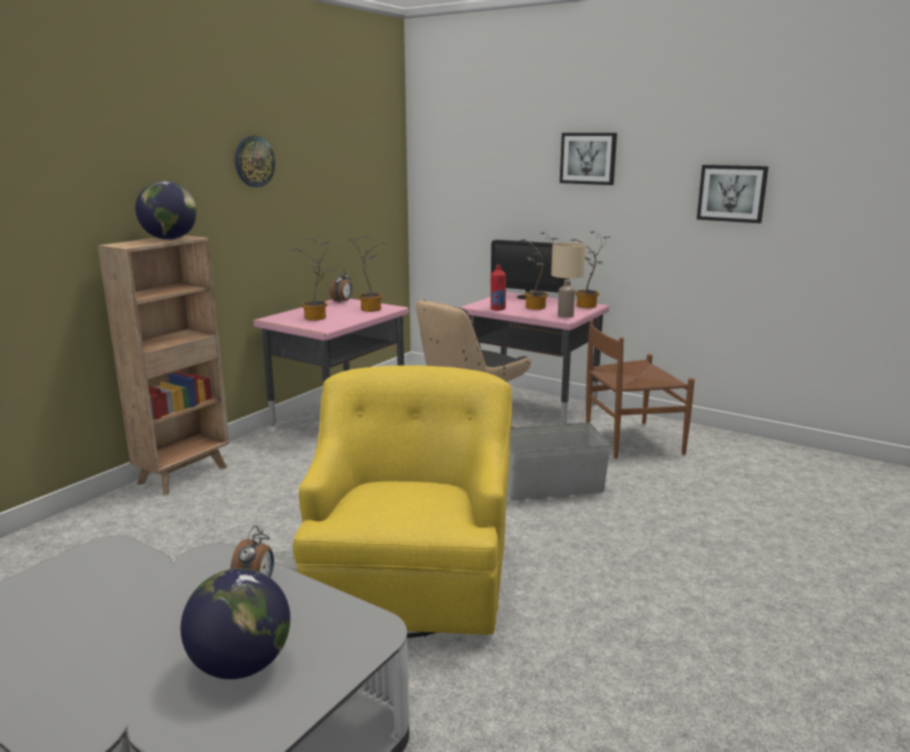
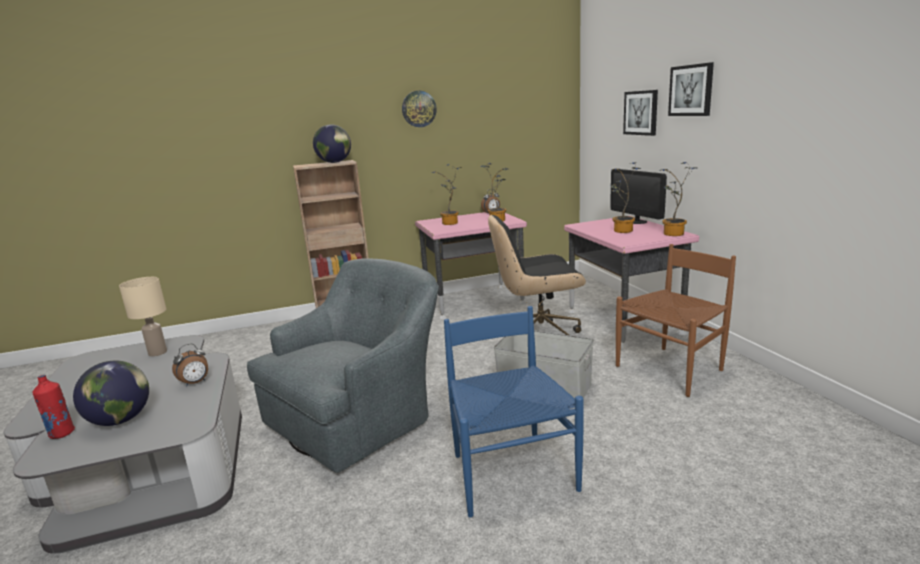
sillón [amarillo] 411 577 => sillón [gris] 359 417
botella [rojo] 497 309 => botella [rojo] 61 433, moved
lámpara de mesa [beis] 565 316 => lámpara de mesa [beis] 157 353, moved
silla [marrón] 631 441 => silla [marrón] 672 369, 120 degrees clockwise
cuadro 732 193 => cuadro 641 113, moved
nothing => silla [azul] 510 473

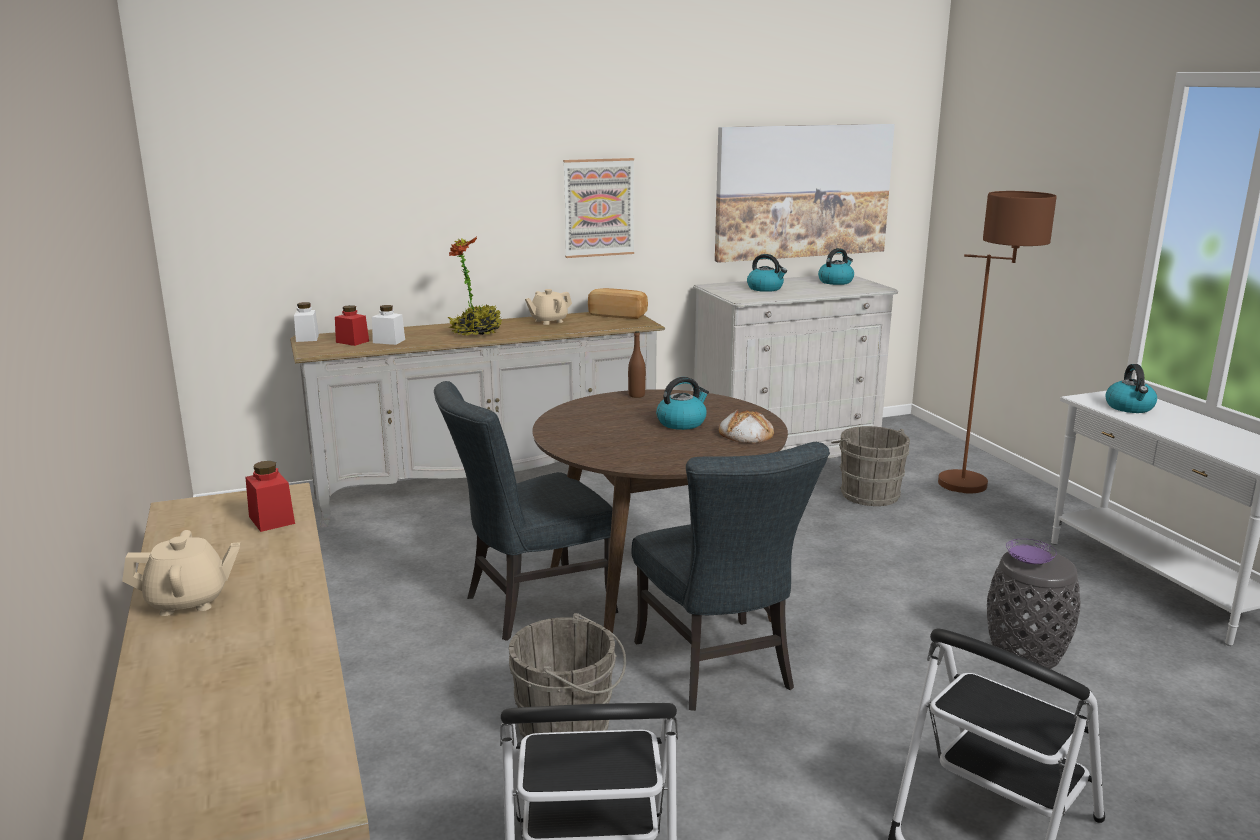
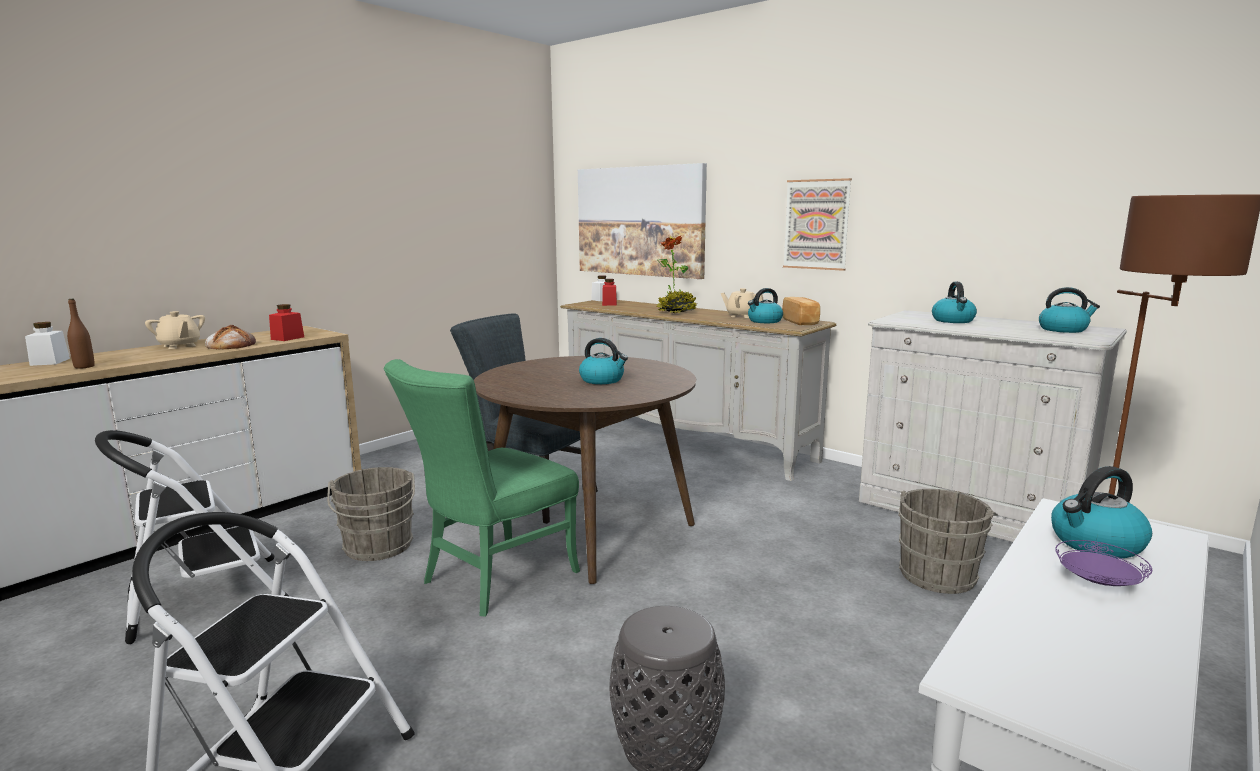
tarro [blanco] 389 341 => tarro [blanco] 50 362, moved
botella [marrón] 636 395 => botella [marrón] 84 366, moved
silla [gris] 719 669 => silla [verde] 492 579
cuadro 803 191 => cuadro 640 221, moved
pan 745 434 => pan 231 345, moved
plato [morado] 1029 563 => plato [morado] 1098 583, moved
nothing => hervidor 764 321

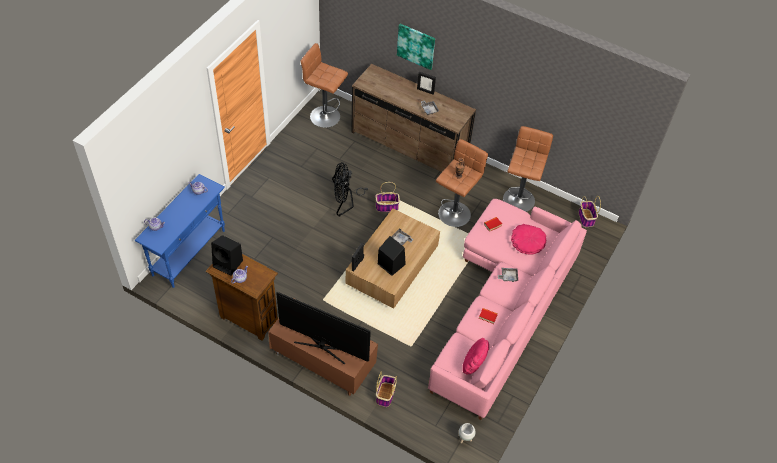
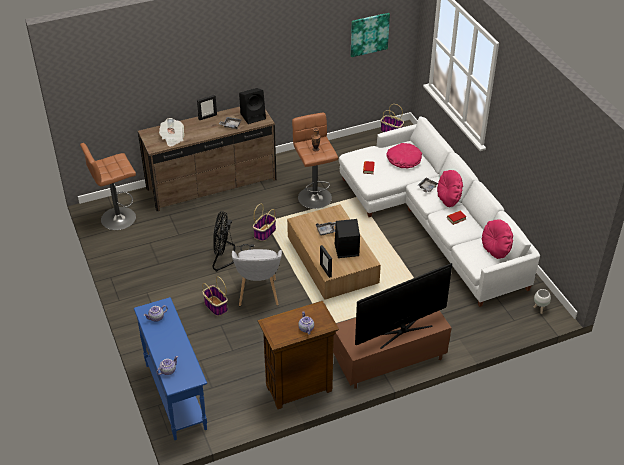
altavoz [negro] 228 264 => altavoz [negro] 253 116, moved
ventilador [negro] 345 198 => ventilador [negro] 227 253, 60 degrees clockwise
cesta 385 394 => cesta 215 306, moved
cuadro 416 46 => cuadro 369 34, moved
sofá [rosa] 503 306 => sofá [blanco] 433 220
taburete [marrón] 519 199 => nothing
nothing => periódico 172 138
nothing => sillón [gris] 258 294
nothing => cojín [rosa] 448 200

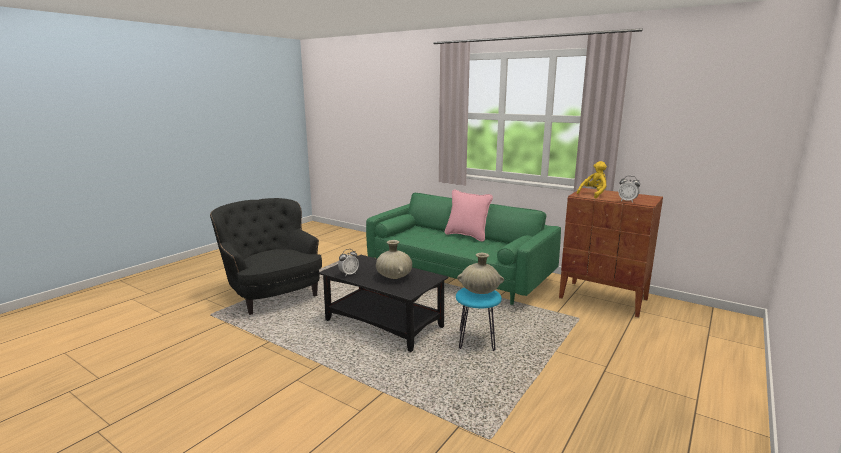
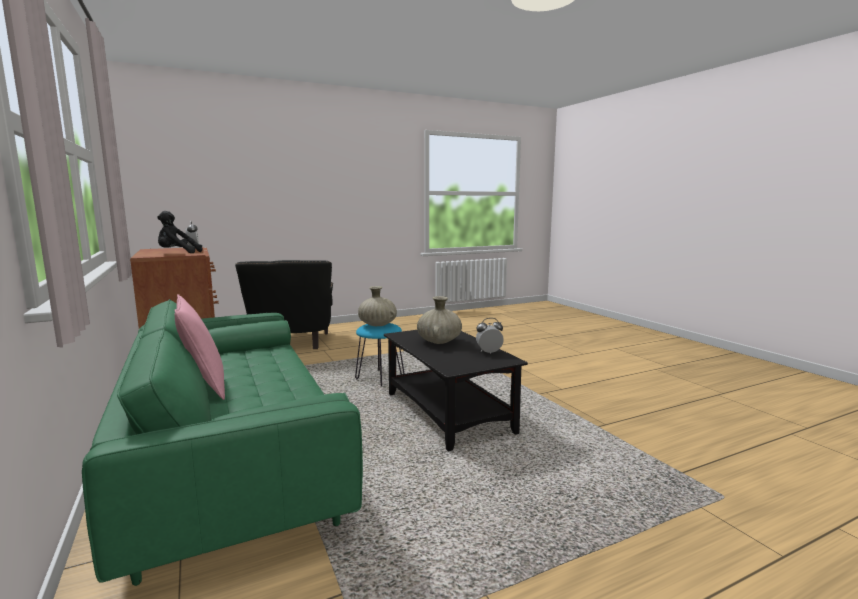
sillón [negro] 272 294 => sillón [negro] 292 343, moved
peluche [amarillo] 593 194 => peluche [negro] 177 253

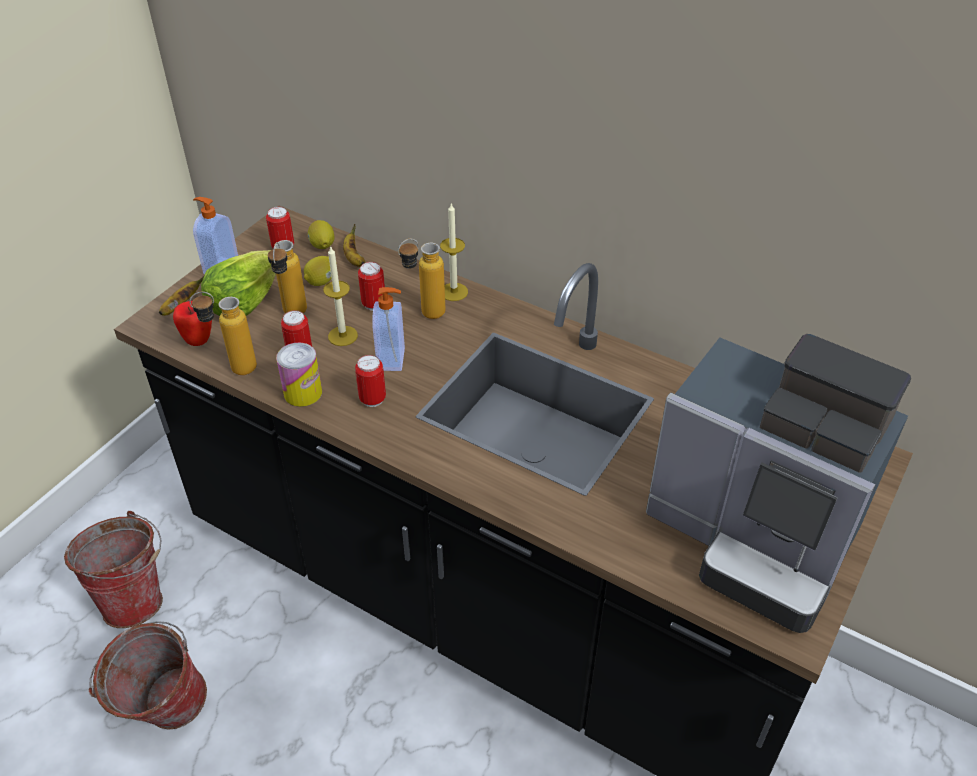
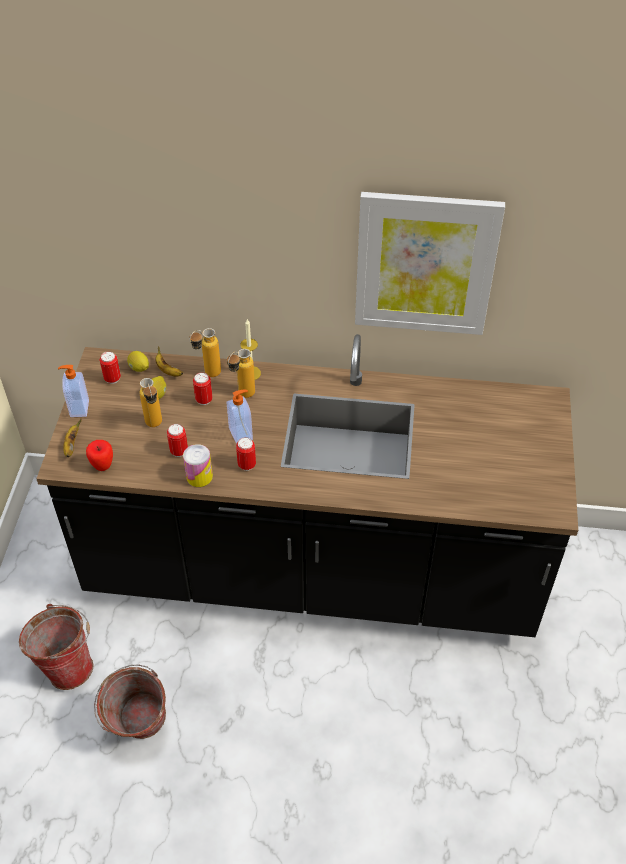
botella 233 370 => botella 207 375, moved
lechuga 245 300 => nothing
vela 343 336 => nothing
cafetera 754 538 => nothing
nothing => cuadro 425 264

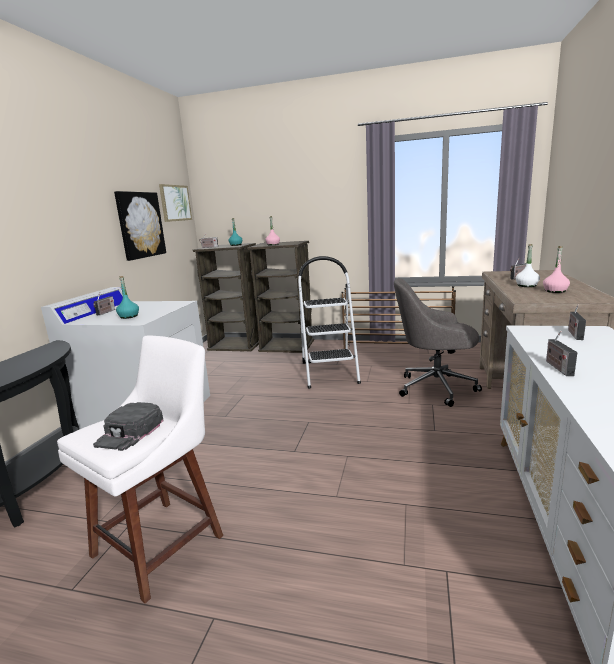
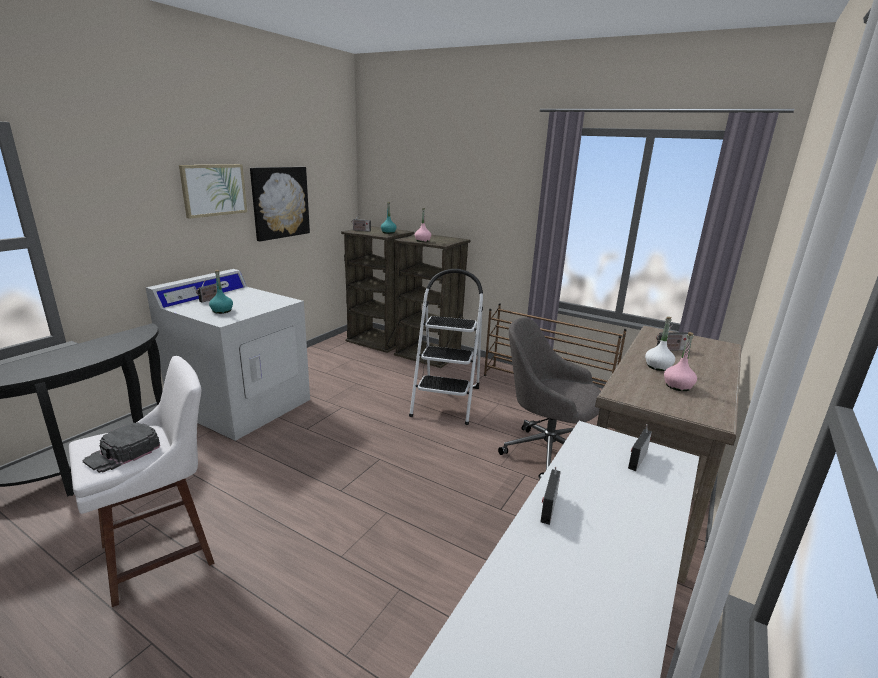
cuadro 175 203 => cuadro 214 190, moved

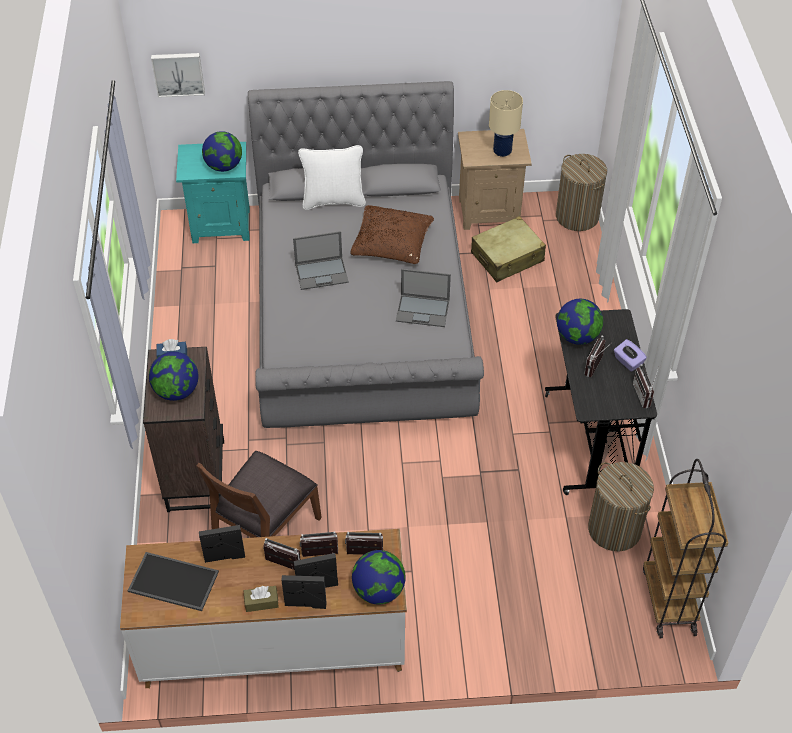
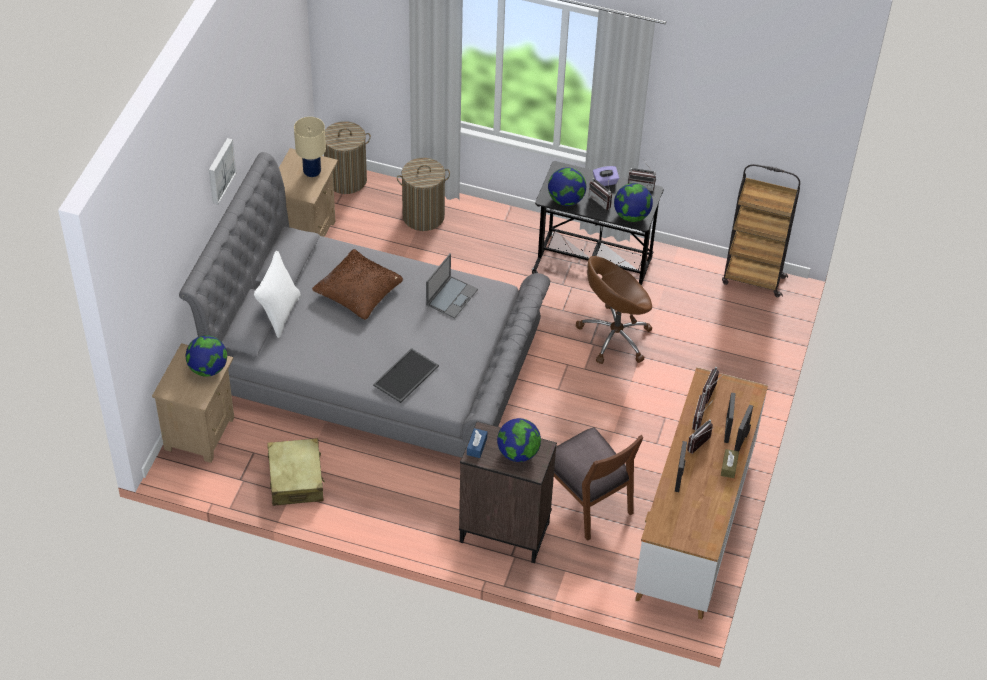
bandeja 172 582 => bandeja 406 376, moved
cuadro 178 73 => cuadro 220 170, moved
mesita de noche [turquesa] 222 226 => mesita de noche [beis] 201 433
portátil 322 273 => nothing
globo terráqueo 379 590 => globo terráqueo 631 215, moved
maleta [beis] 507 257 => maleta [beis] 296 479, moved
cesto de la ropa 614 529 => cesto de la ropa 423 216, moved
nothing => silla de oficina [marrón] 613 337

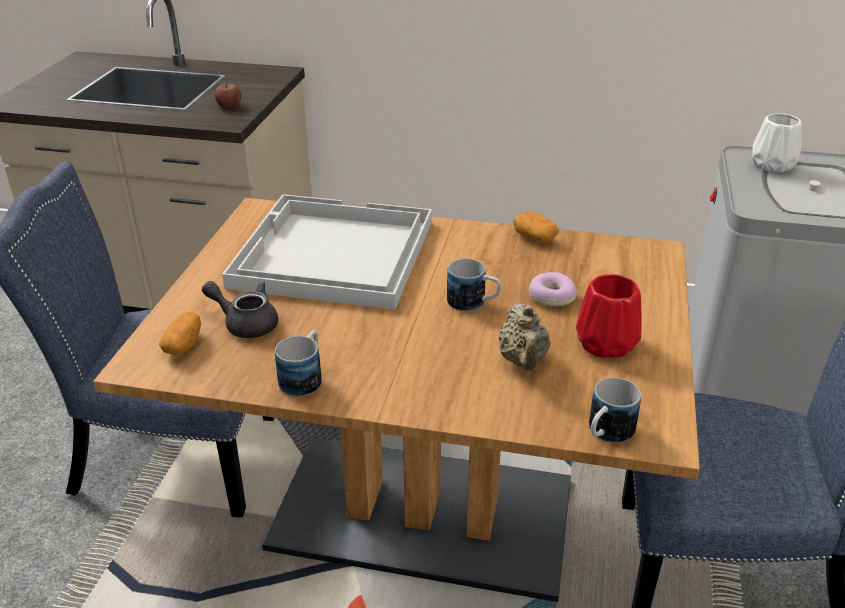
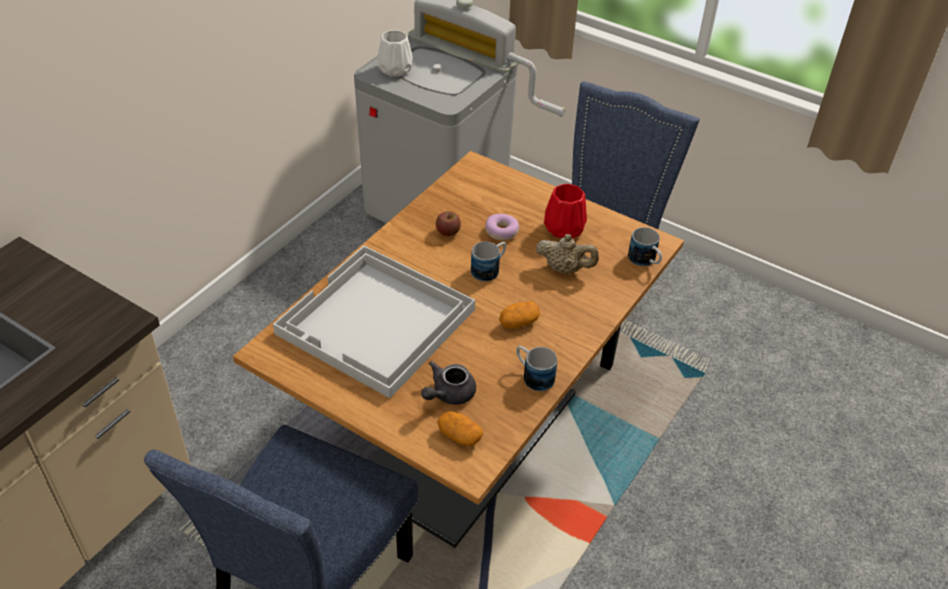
manzana 229 106 => manzana 448 232, moved
patata 534 238 => patata 518 322, moved

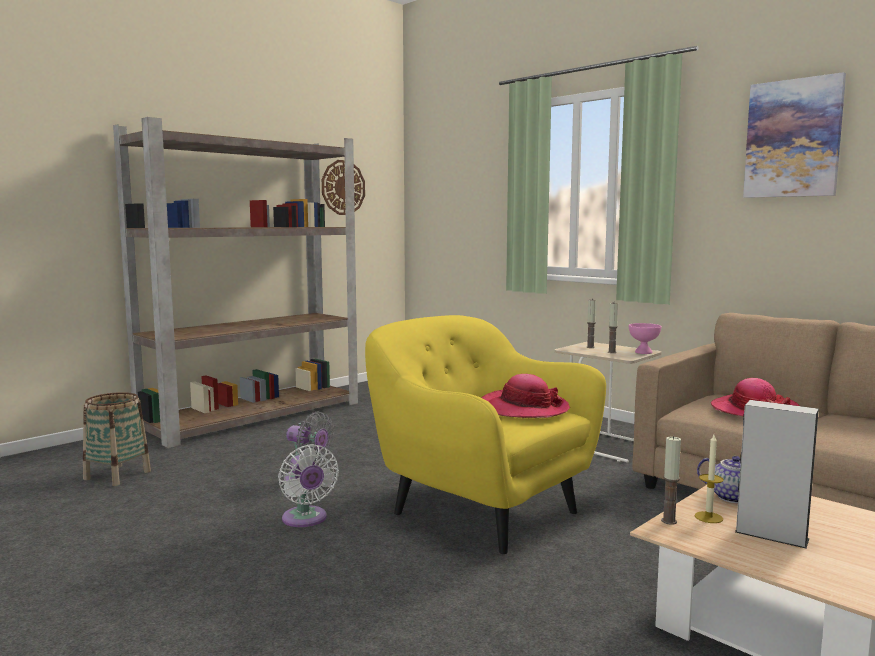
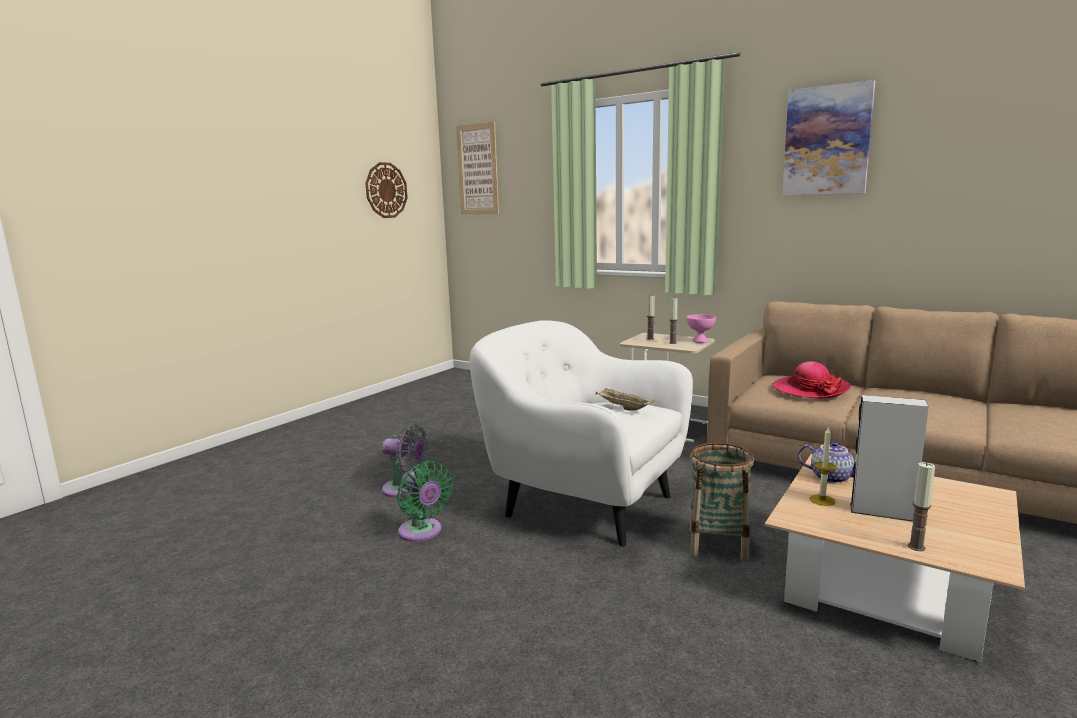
cesta 117 475 => cesta 718 544, moved
estantería [marrón] 254 416 => nothing
ventilador [blanco] 306 519 => ventilador [verde] 422 532
sillón [amarillo] 480 509 => sillón [blanco] 583 503
sombrero 523 408 => bandeja [beis] 623 408
vela 669 521 => vela 916 547, moved
nothing => cuadro 477 169

